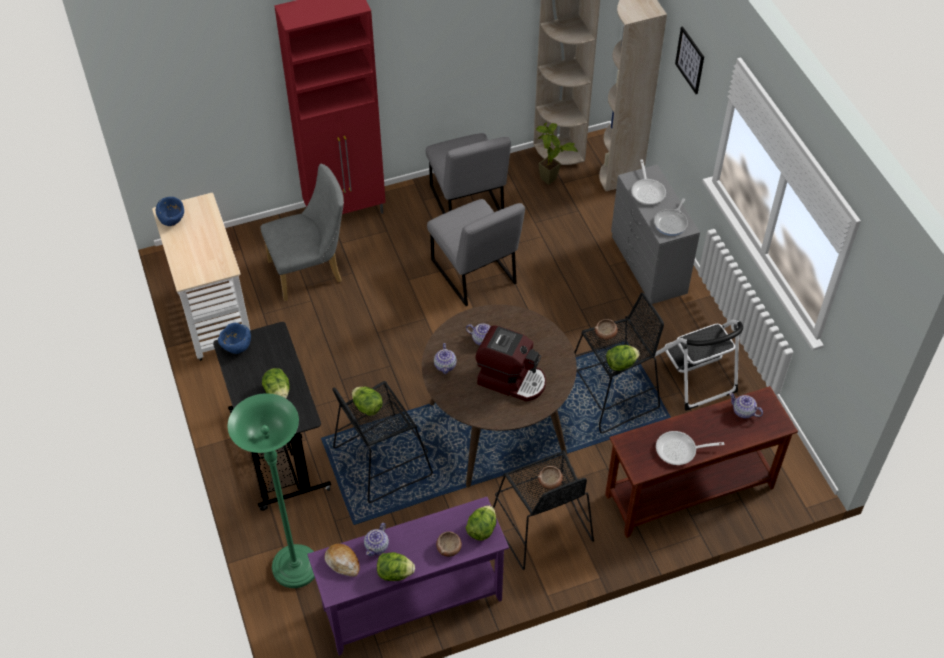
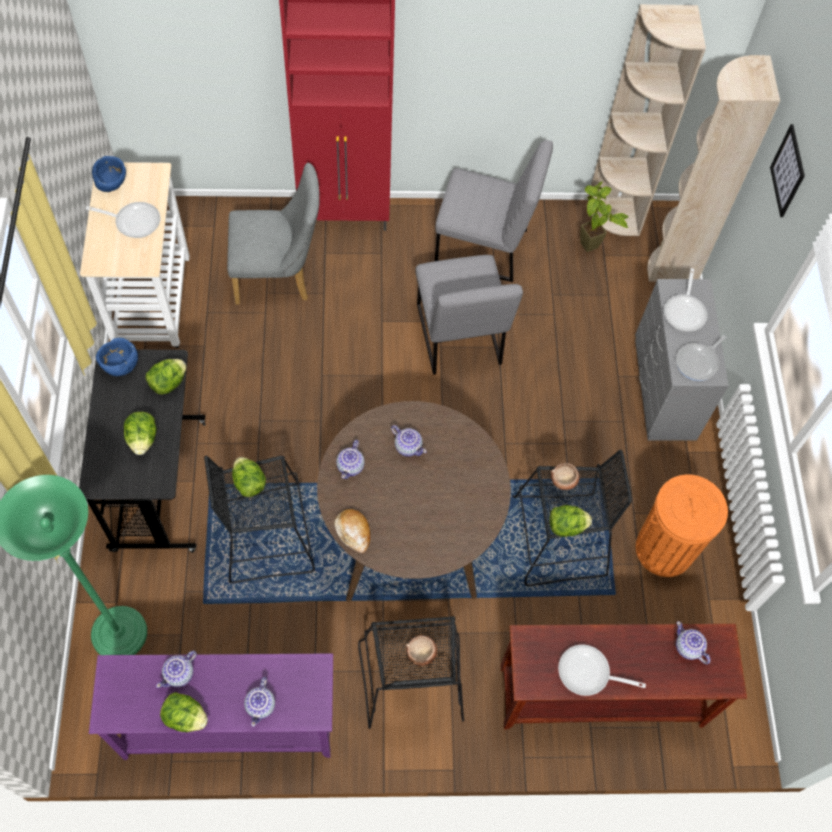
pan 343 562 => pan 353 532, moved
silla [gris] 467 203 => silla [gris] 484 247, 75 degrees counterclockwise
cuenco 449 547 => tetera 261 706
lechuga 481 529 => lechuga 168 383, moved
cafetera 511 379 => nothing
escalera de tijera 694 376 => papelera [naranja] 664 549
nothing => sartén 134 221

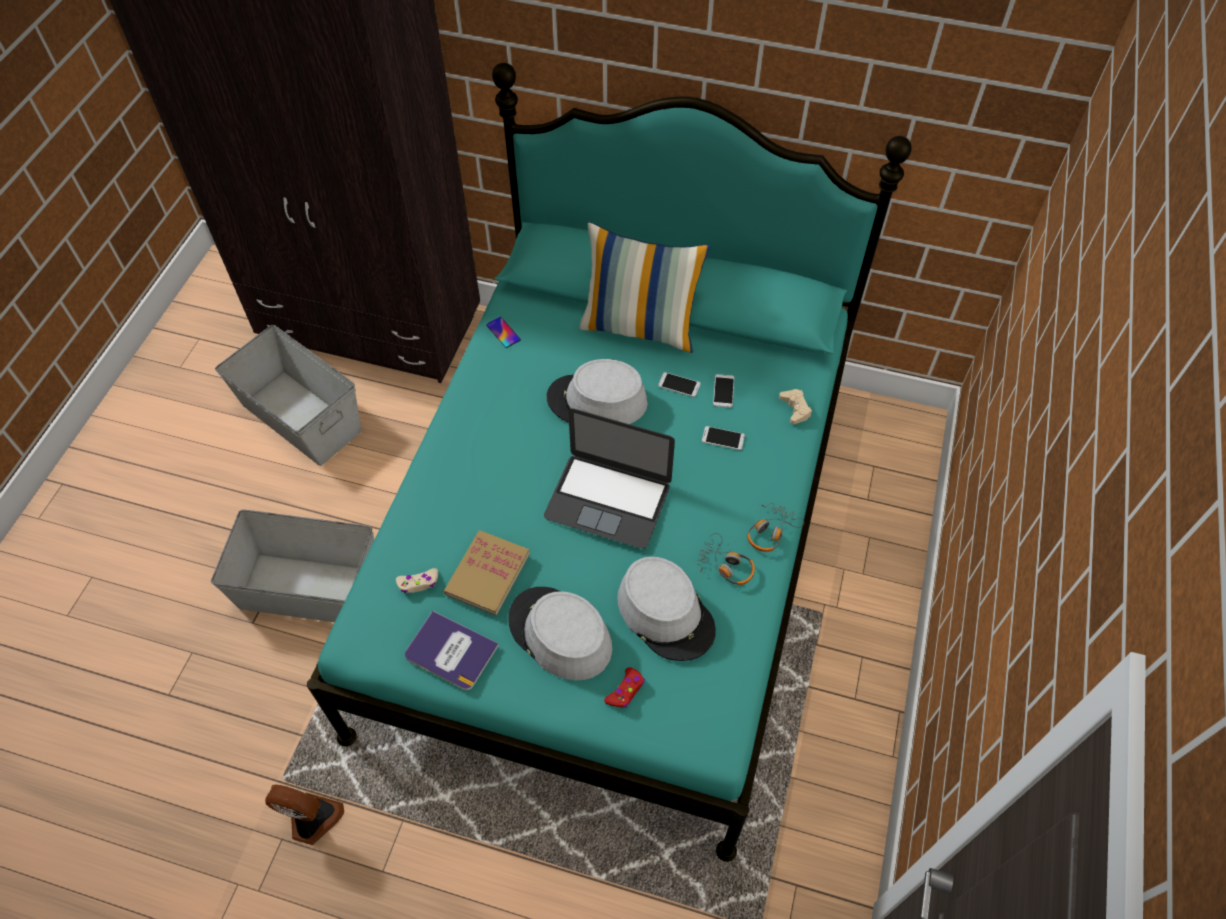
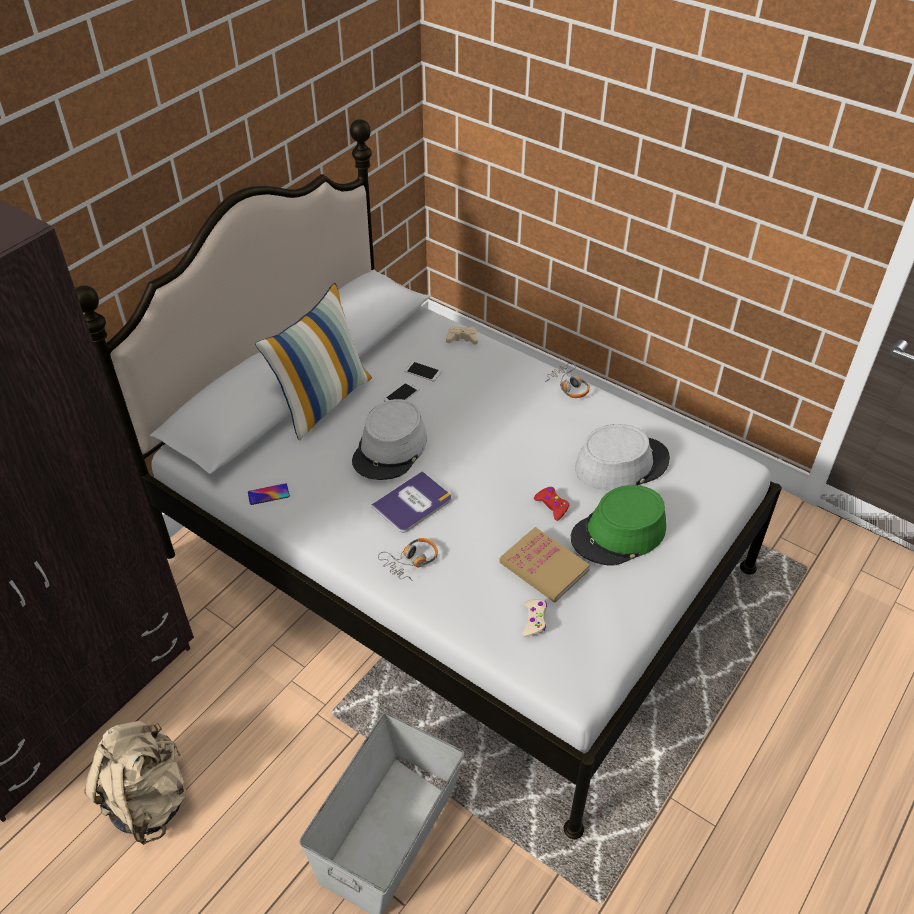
caja de almacenaje [gris] 301 416 => mochila [beis] 149 799
ventilador 312 819 => nothing
cama [turquesa] 614 548 => cama [blanco] 456 561
libro 451 651 => libro 412 503, moved
sombrero [gris] 559 634 => sombrero [verde] 618 534
portátil 608 500 => nothing
mando de consola [rojo] 625 691 => mando de consola [rojo] 552 506, moved
auriculares 725 565 => auriculares 411 561, moved
móvil 723 438 => nothing

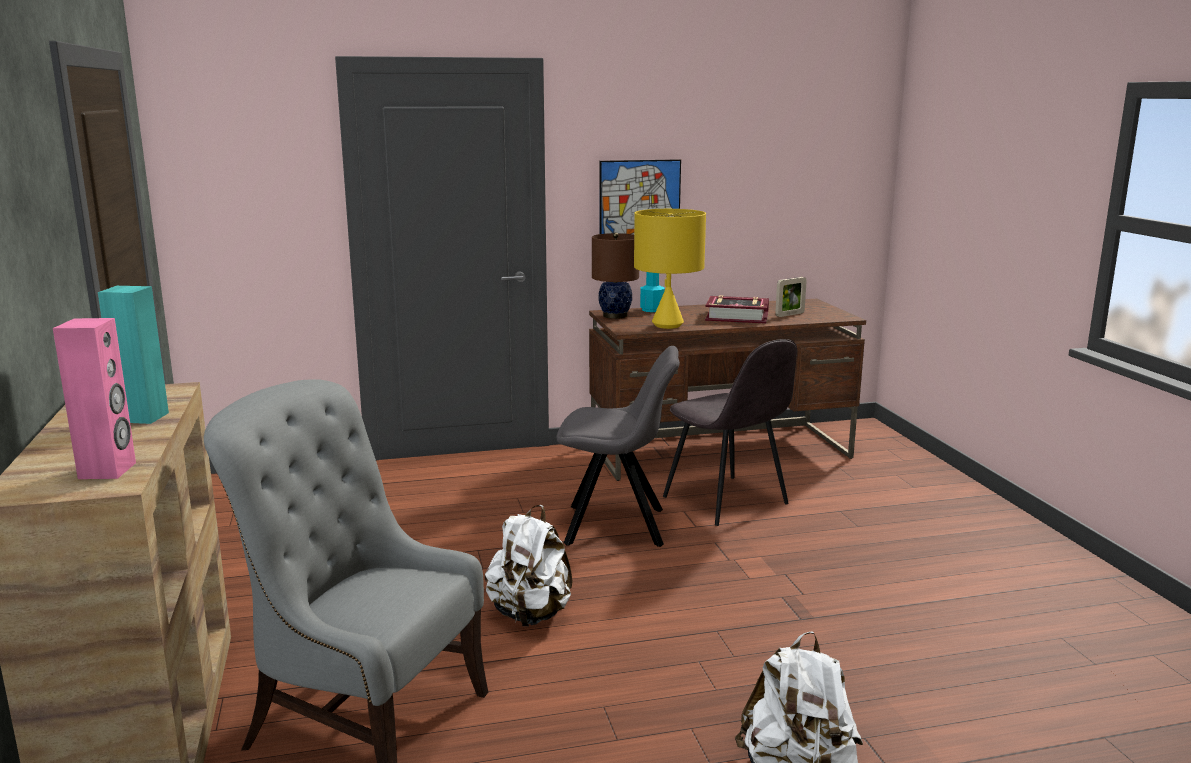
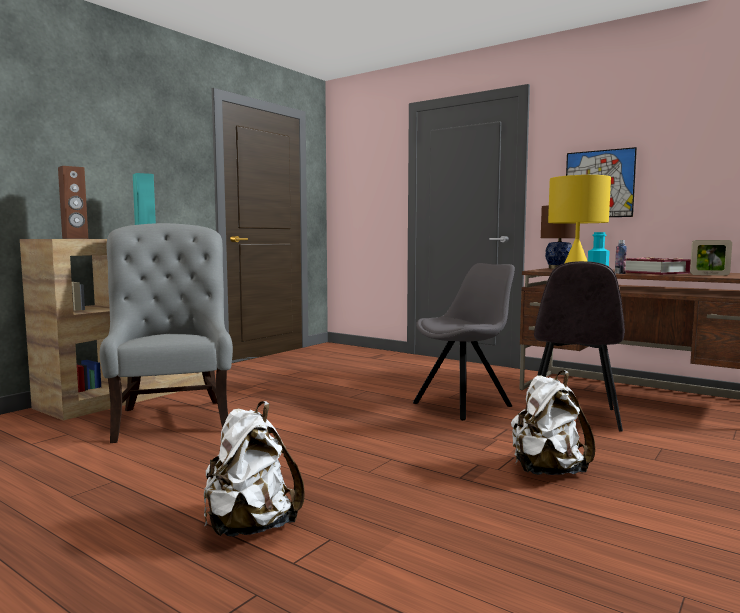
altavoz [rosa] 108 470 => altavoz [marrón] 75 238
mochila [blanco] 530 614 => mochila [blanco] 547 471, moved
silla [gris] 616 526 => silla [gris] 463 405, 90 degrees counterclockwise
nothing => botella 620 273

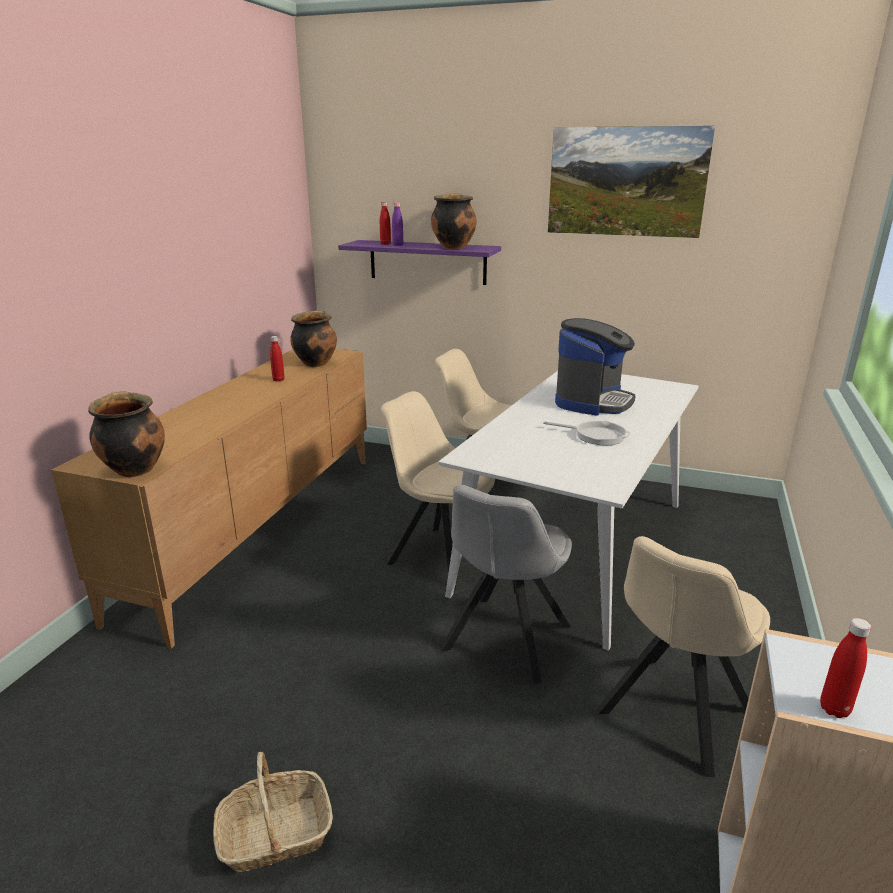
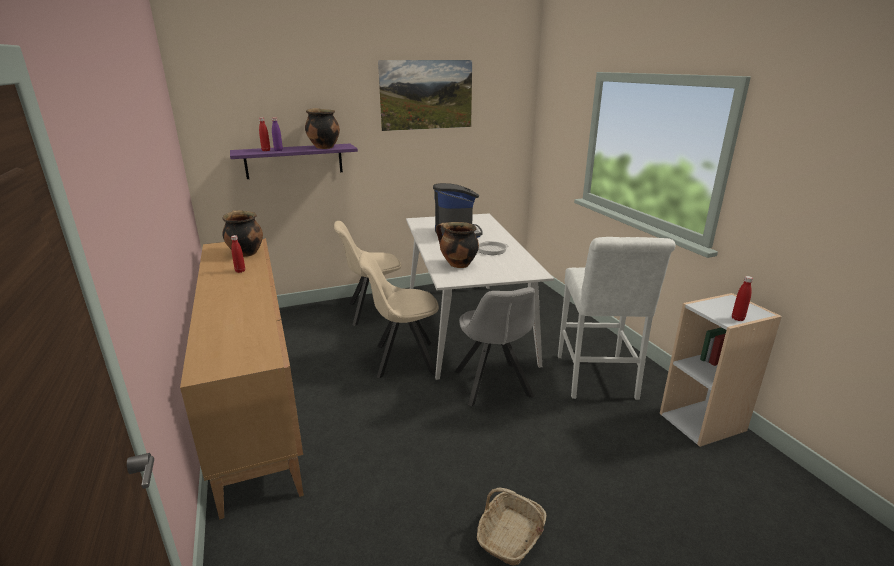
olla 134 469 => olla 457 265, moved
silla [beis] 673 713 => taburete [blanco] 596 379

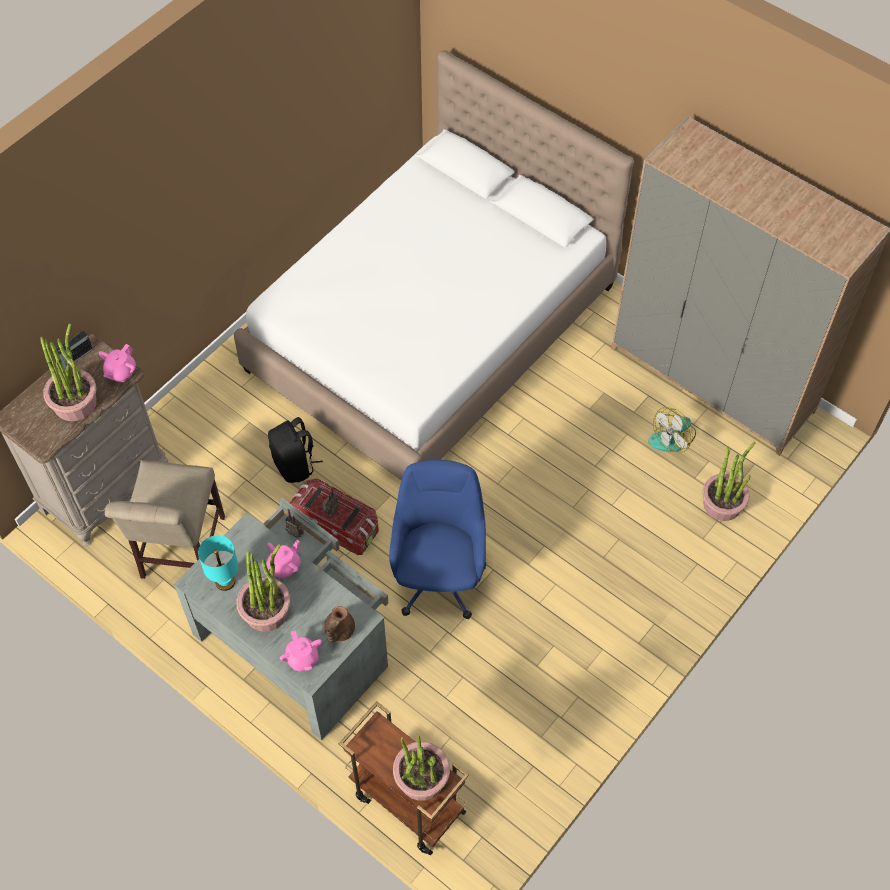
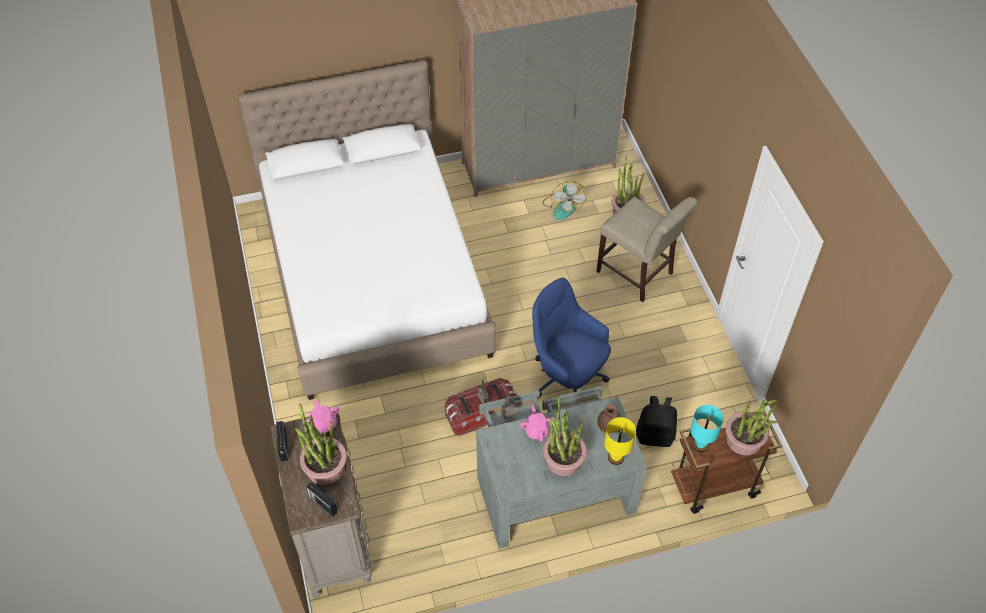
silla [beis] 180 552 => silla [beis] 638 275, moved
lámpara de mesa [turquesa] 225 582 => lámpara de mesa [turquesa] 700 445, moved
mochila [negro] 295 465 => mochila [negro] 655 435, moved
tetera [rosa] 302 658 => lámpara de mesa [amarillo] 615 457
nothing => radio 323 504

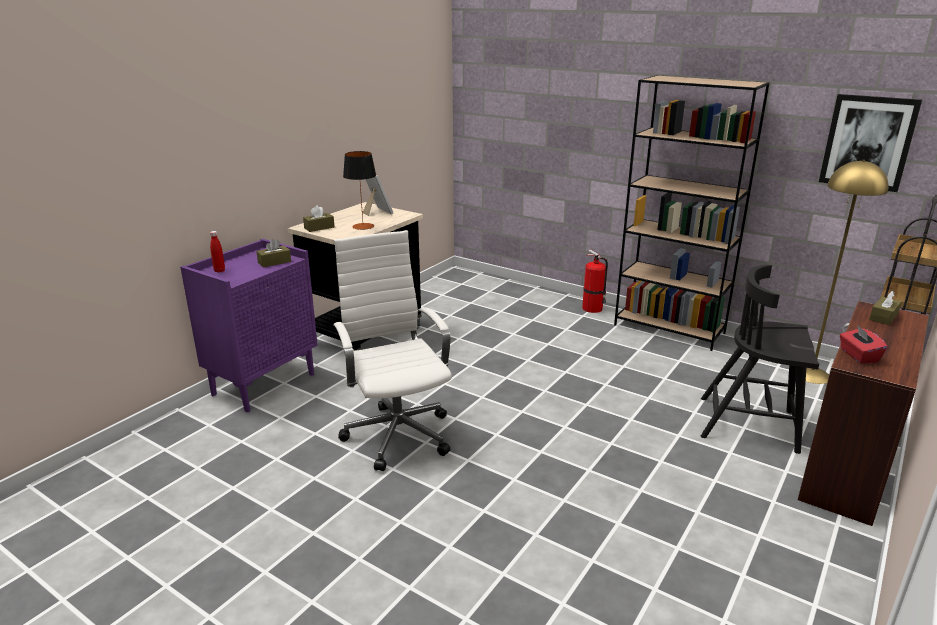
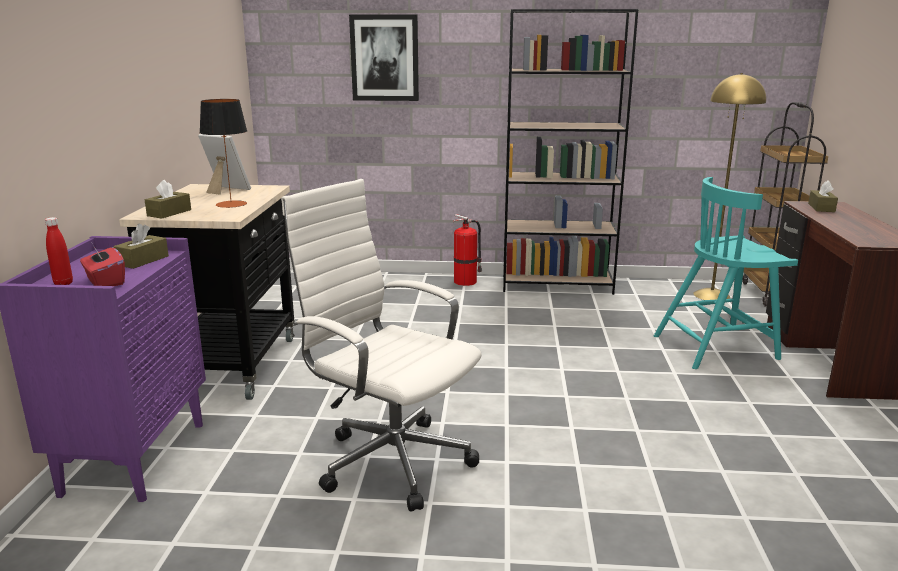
silla [negro] 750 424 => silla [turquesa] 717 346
cuadro 868 142 => cuadro 384 58, moved
caja de pañuelos [rojo] 858 356 => caja de pañuelos [rojo] 105 282, moved

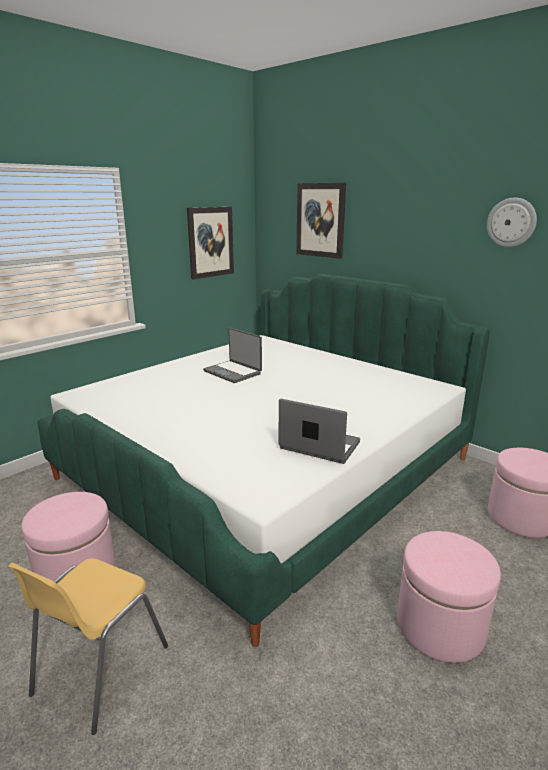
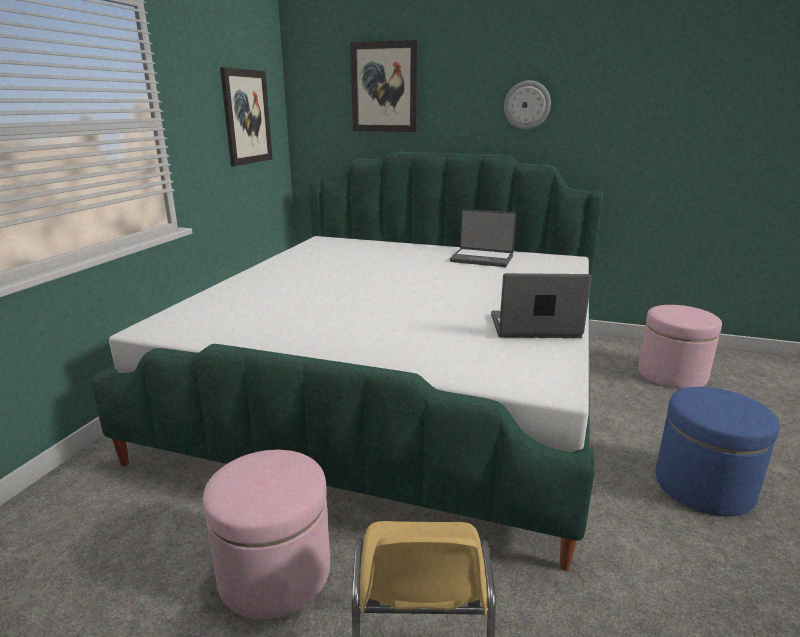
portátil 233 372 => portátil 482 259, moved
puf [rosa] 440 626 => puf [azul] 703 486
reloj de pared 511 222 => reloj de pared 527 105, moved

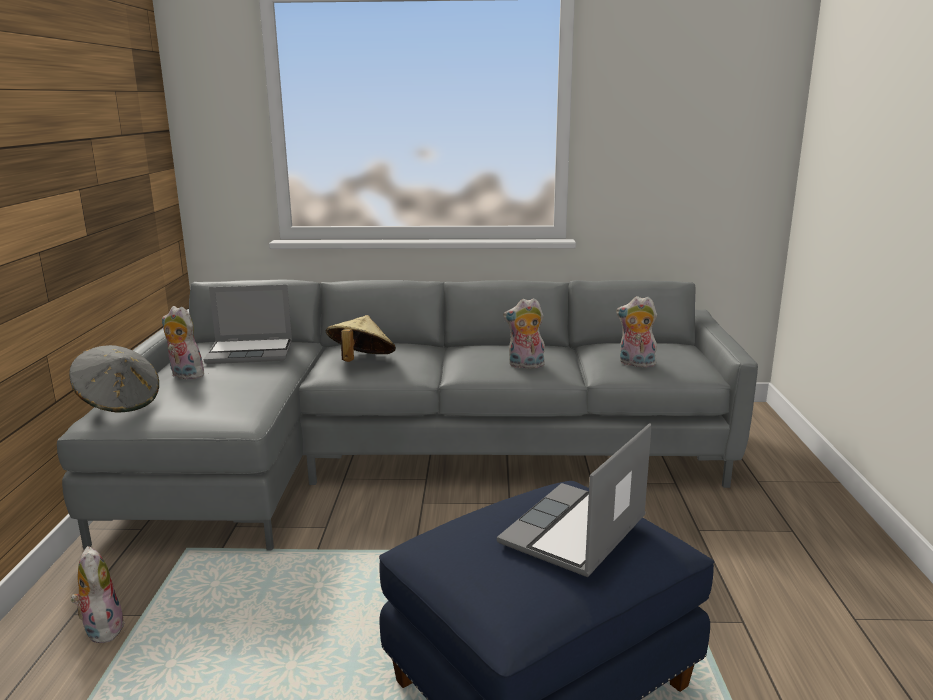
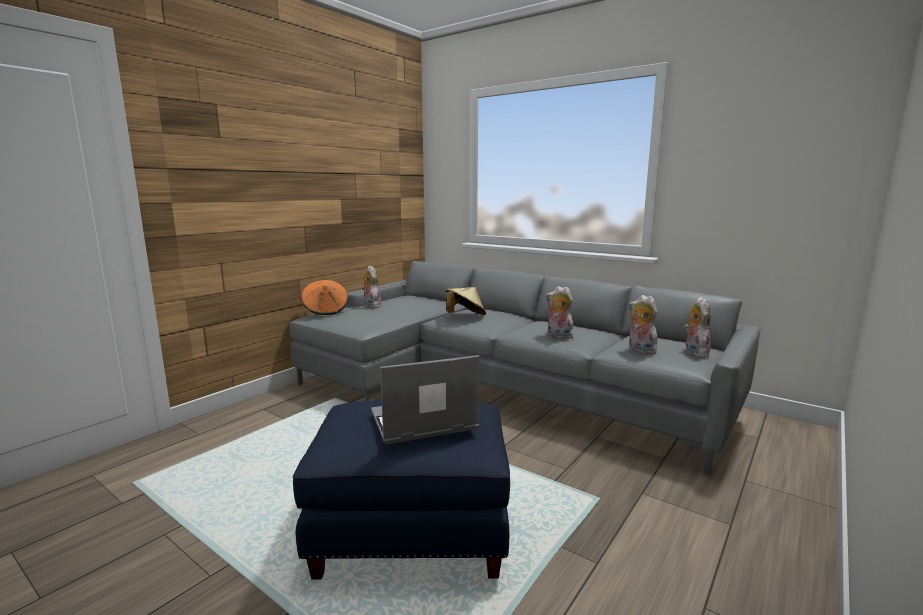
sombrero [gris] 119 402 => sombrero [naranja] 326 311
peluche 101 628 => peluche 694 352, moved
portátil 251 352 => nothing

